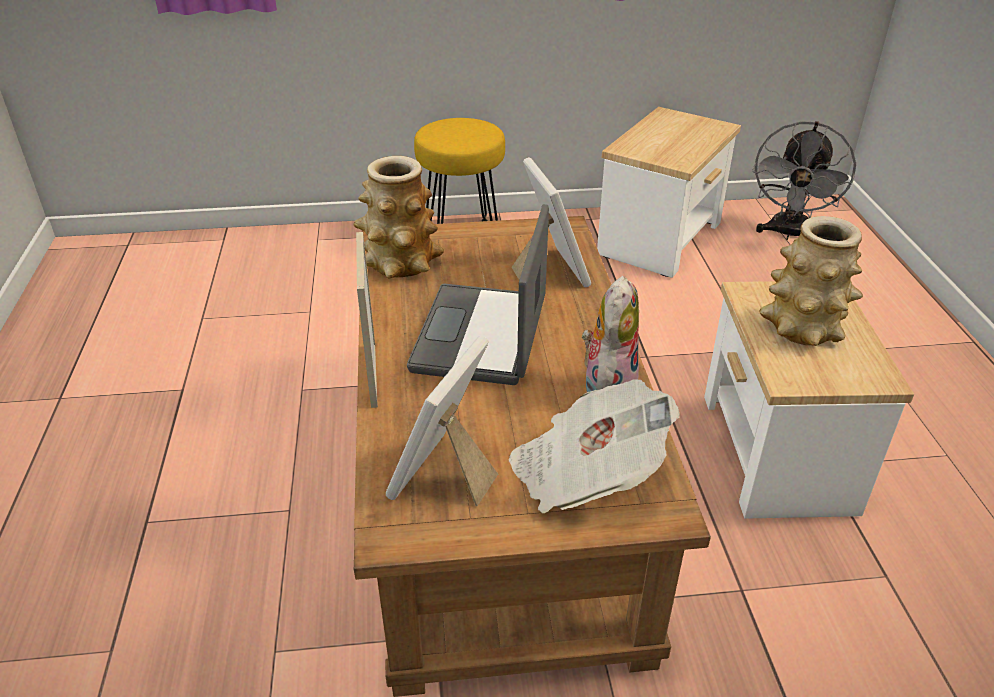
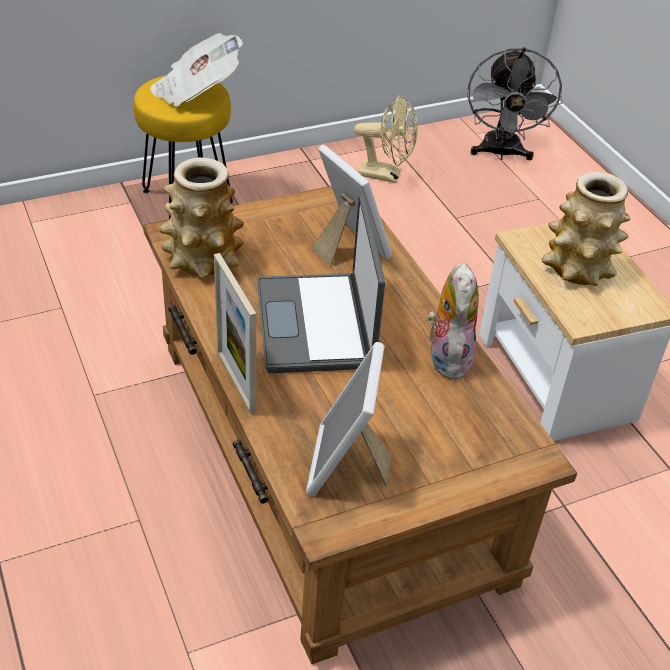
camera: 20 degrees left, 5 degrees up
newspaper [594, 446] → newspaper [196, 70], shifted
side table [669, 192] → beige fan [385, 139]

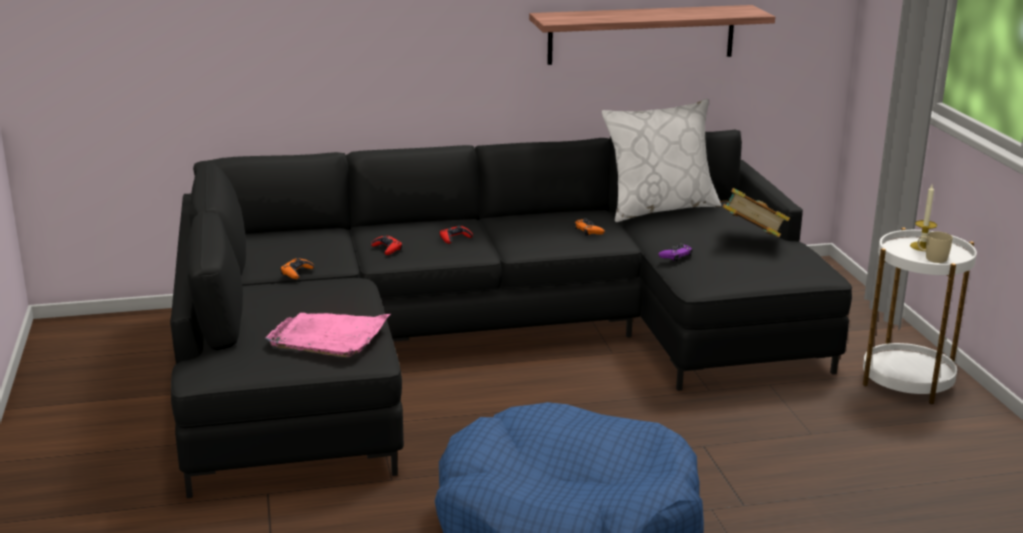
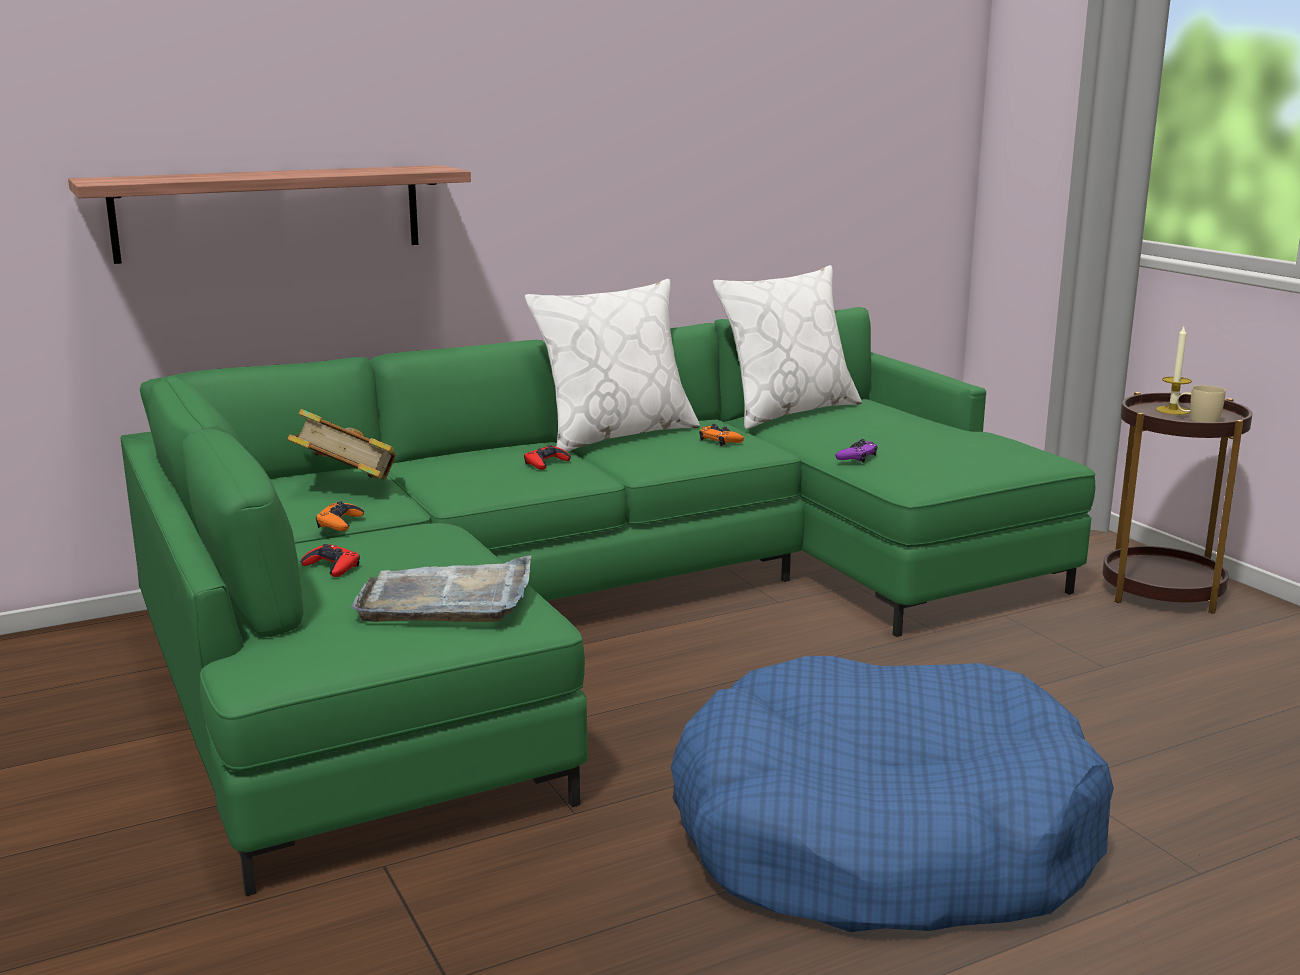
camera: 15 degrees left, 5 degrees down
shelf [652, 35] → shelf [269, 214], shifted
black sofa [511, 314] → green sofa [608, 601]
book [755, 212] → book [342, 444], shifted
red game controller [386, 245] → red game controller [330, 560], shifted
pink tray [328, 335] → grey tray [441, 588]
- → white pillow [612, 365]
white side table [920, 316] → brown side table [1177, 503]

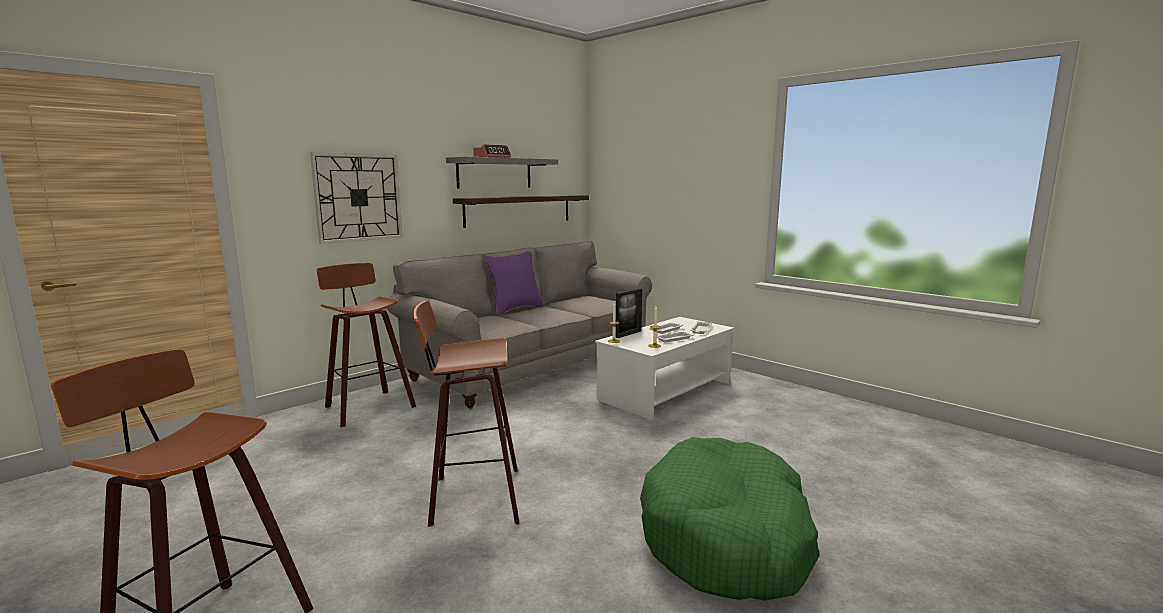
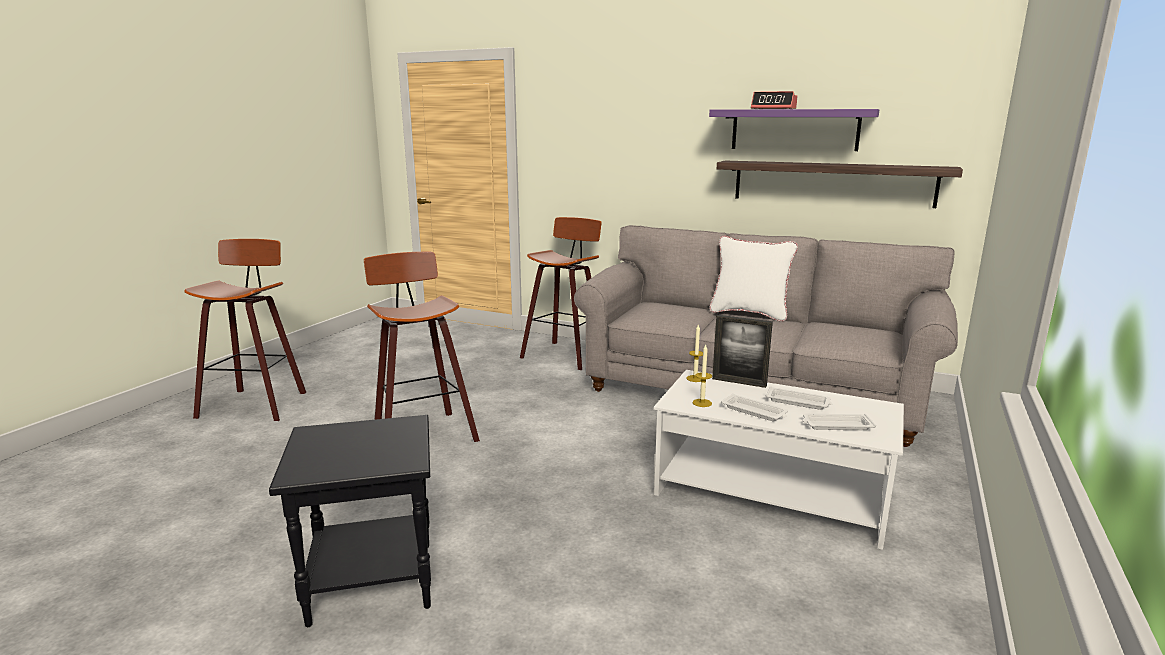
camera: 70 degrees right, 5 degrees up
green dog bed [729, 519] → black side table [350, 521]
grey shelf [502, 172] → purple shelf [794, 130]
purple pillow [513, 283] → white pillow [753, 278]
wall clock [356, 198] → -

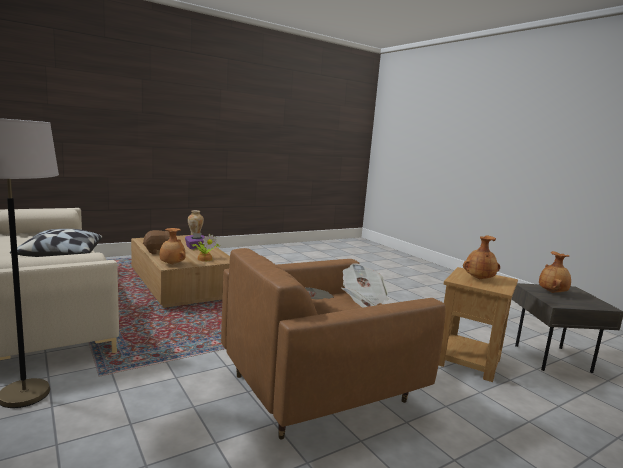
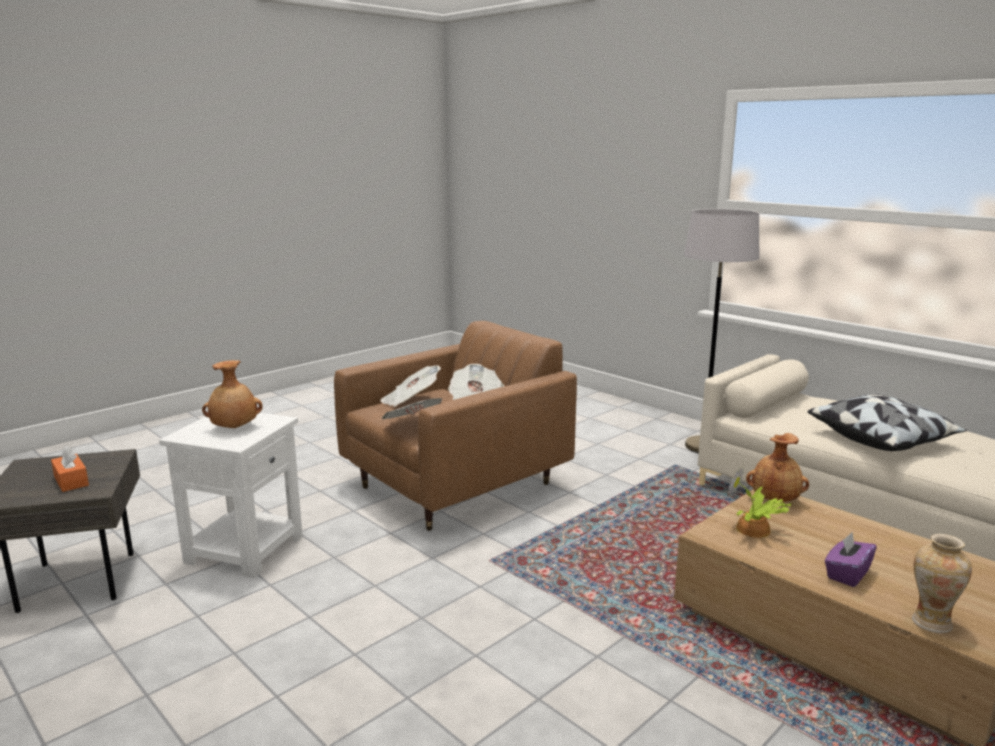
camera: 170 degrees right, 5 degrees up
brown vase [555, 272] → orange tissue box [70, 469]
brown side table [478, 324] → white side table [231, 495]
brown plush toy [156, 242] → -

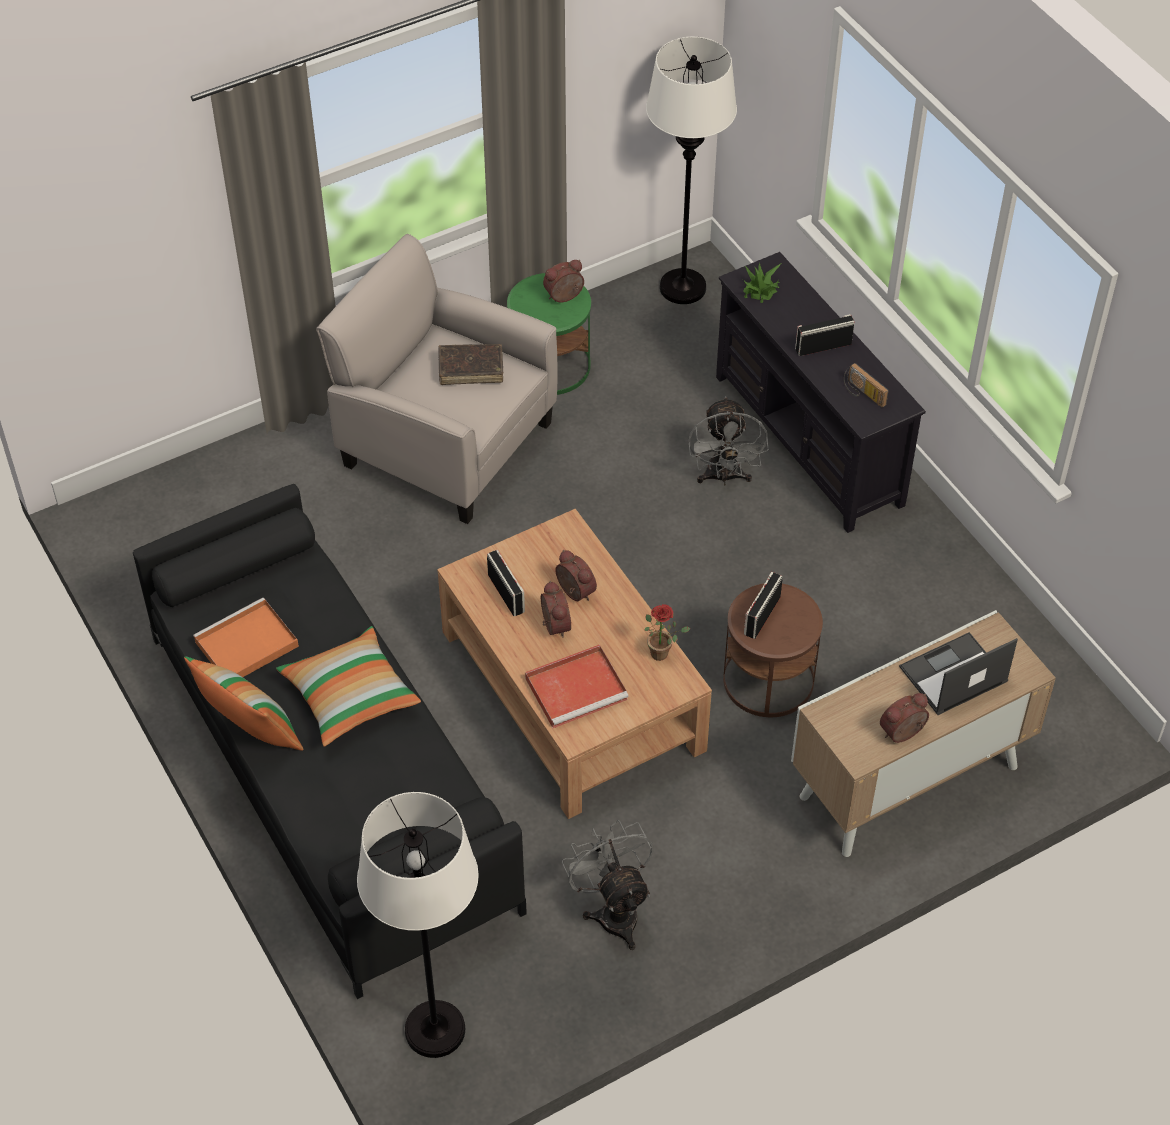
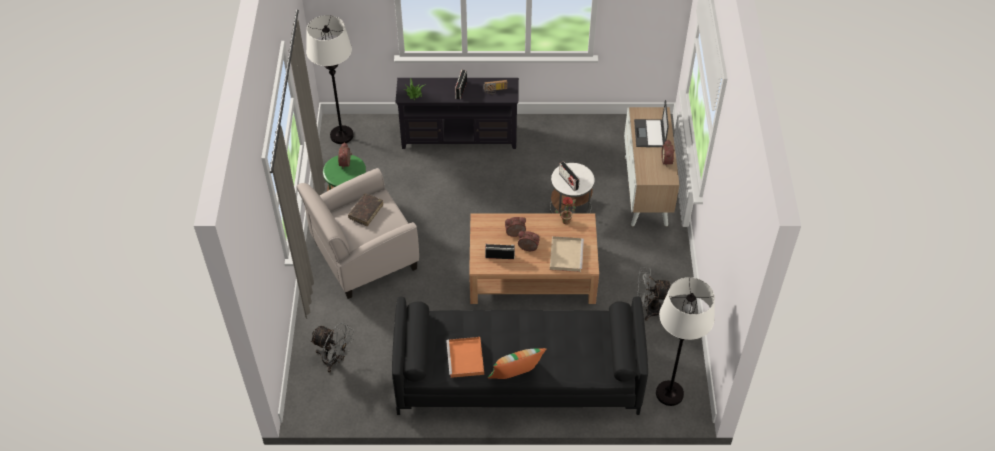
camera: 60 degrees left, 0 degrees up
grey fan [728, 440] → grey fan [332, 347], shifted
brown side table [773, 650] → white side table [572, 188]
red tray [577, 686] → beige tray [567, 254]
pillow [348, 686] → -

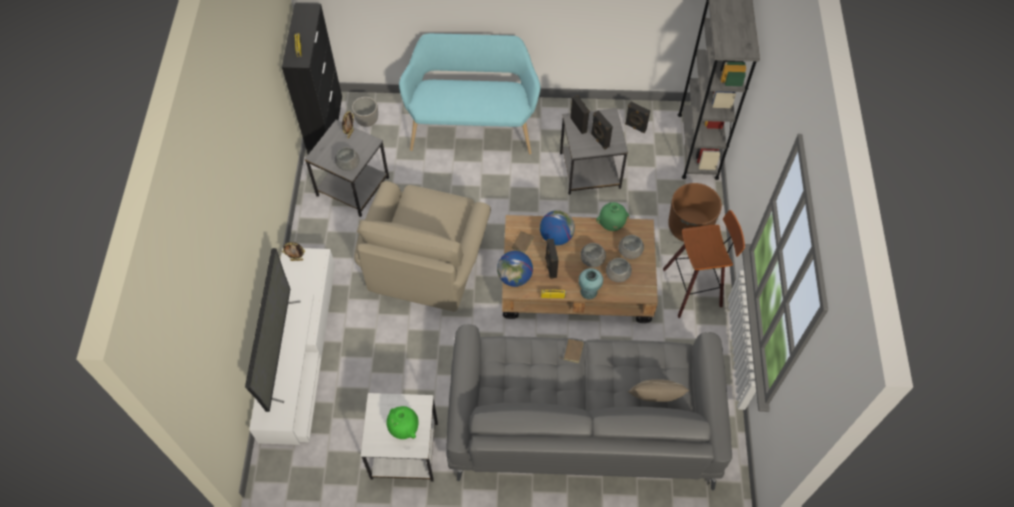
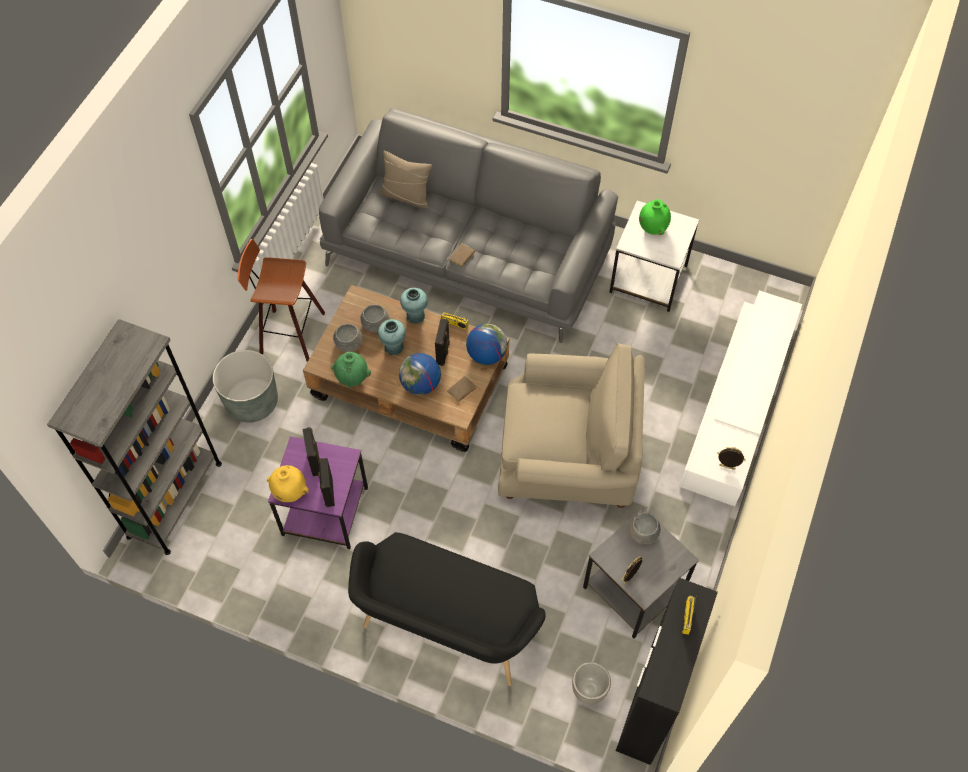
camera: 160 degrees left, 0 degrees up
brown planter [695, 212] → grey planter [245, 386]
- → yellow vase [288, 483]
grey side table [594, 151] → purple side table [318, 492]
turquoise bench [469, 93] → black bench [447, 609]
grey bowl [593, 255] → turquoise vase [392, 337]
beige armchair [422, 246] → beige armchair [571, 425], 60 degrees clockwise
television [273, 330] → -
black speaker [637, 117] → -

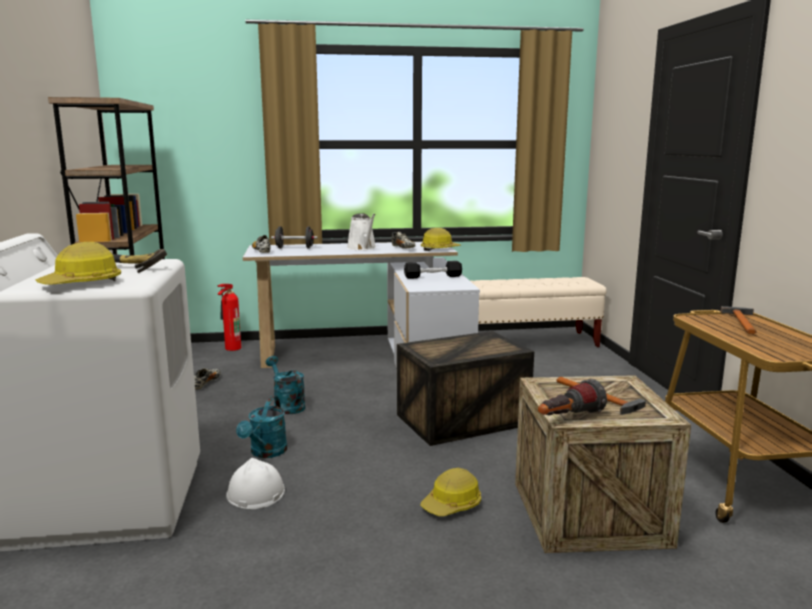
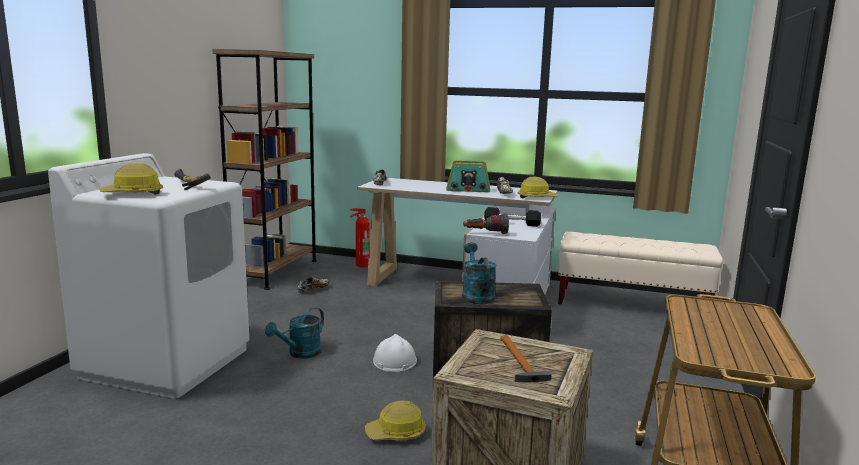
camera: 25 degrees right, 0 degrees up
white hard hat [255, 483] → white hard hat [395, 353], shifted
white watering can [361, 231] → radio [468, 176]
turquoise watering can [286, 385] → turquoise watering can [479, 273], shifted
flashlight [572, 397] → flashlight [486, 223], shifted
black dumbbell [294, 238] → -
hammer [739, 320] → -

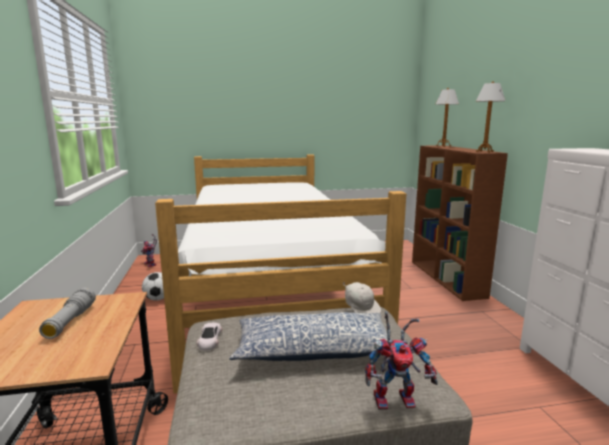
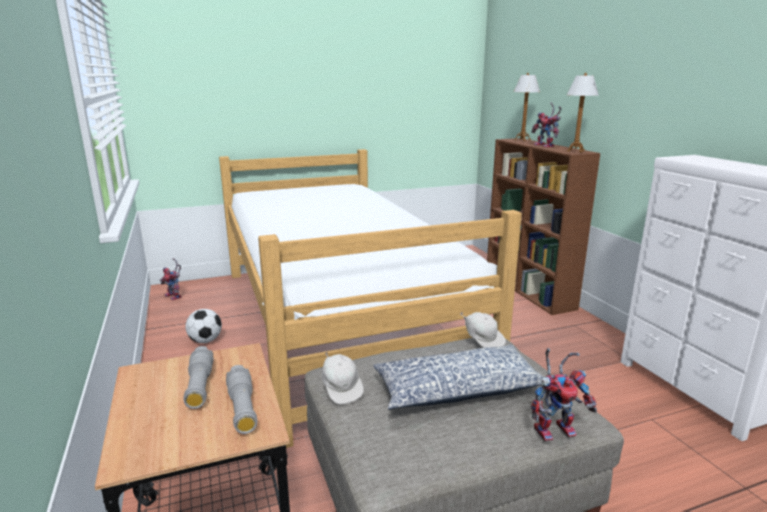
camera: 10 degrees left, 5 degrees up
- → grey flashlight [241, 399]
white toy car [209, 337] → white cap [343, 378]
- → toy robot [546, 125]

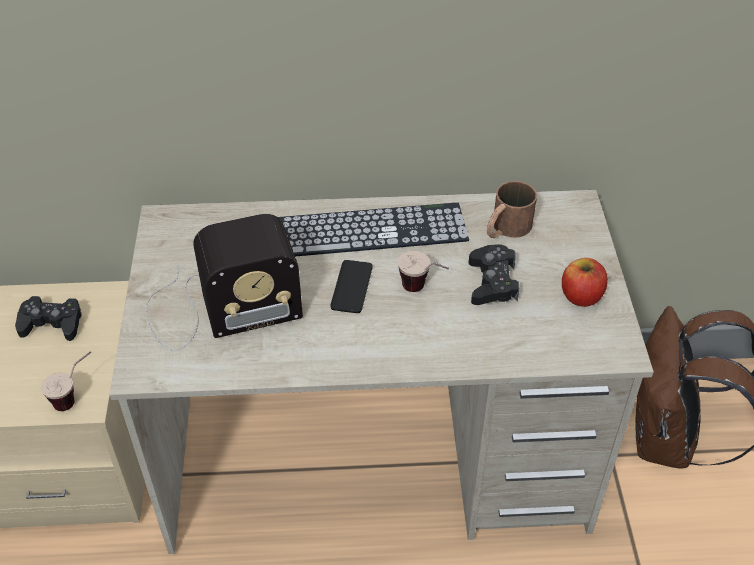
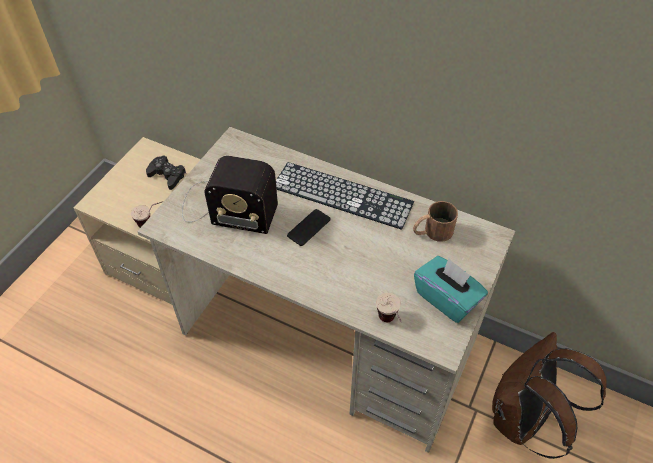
camera: 30 degrees right, 5 degrees up
cup [423, 271] → cup [389, 307], shifted
apple [585, 282] → turquoise tissue box [451, 289]
black game controller [494, 274] → -

